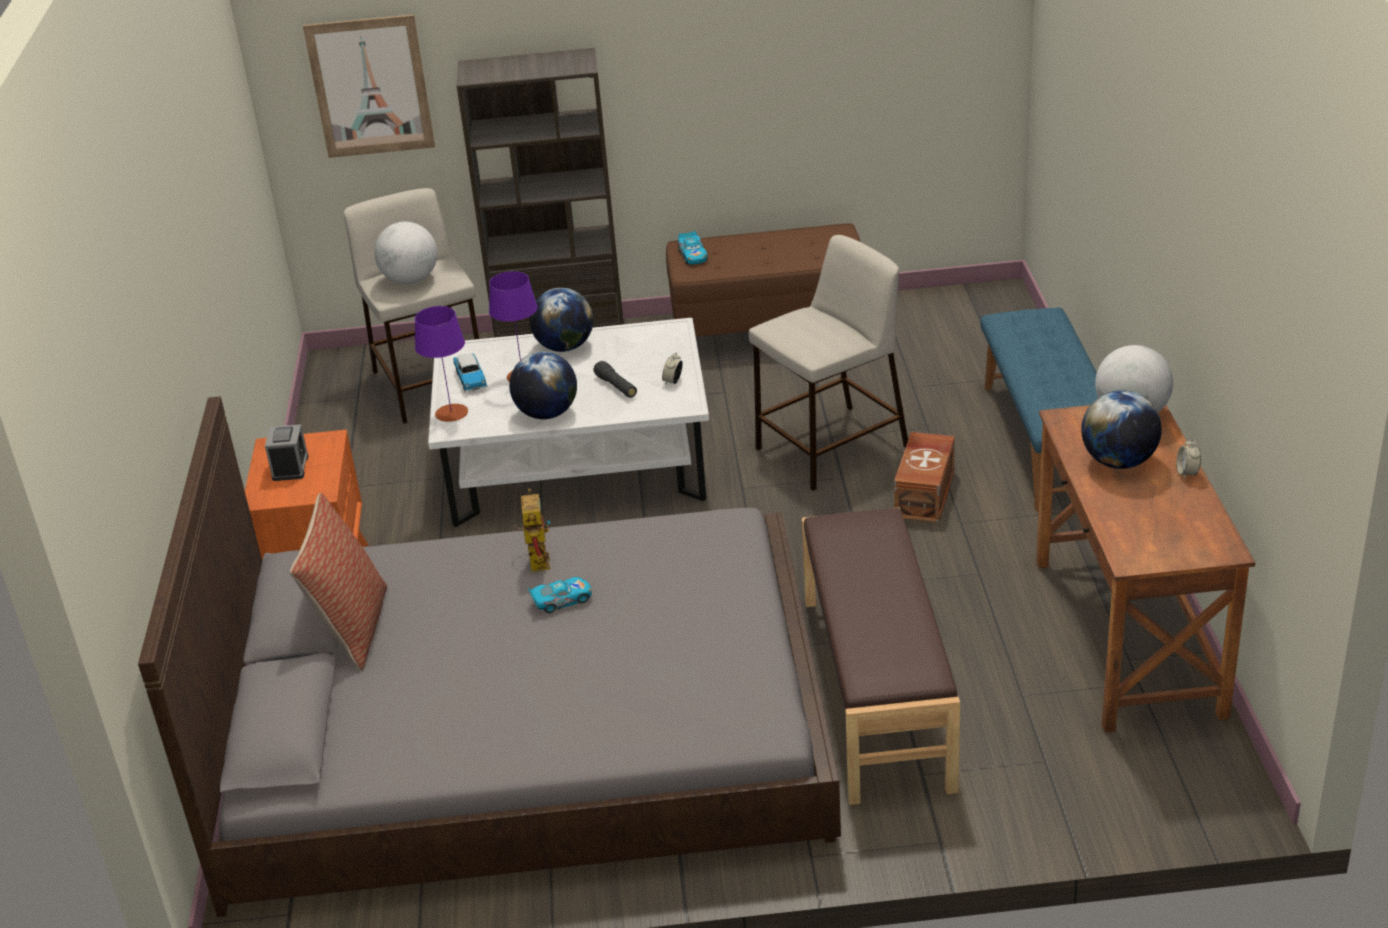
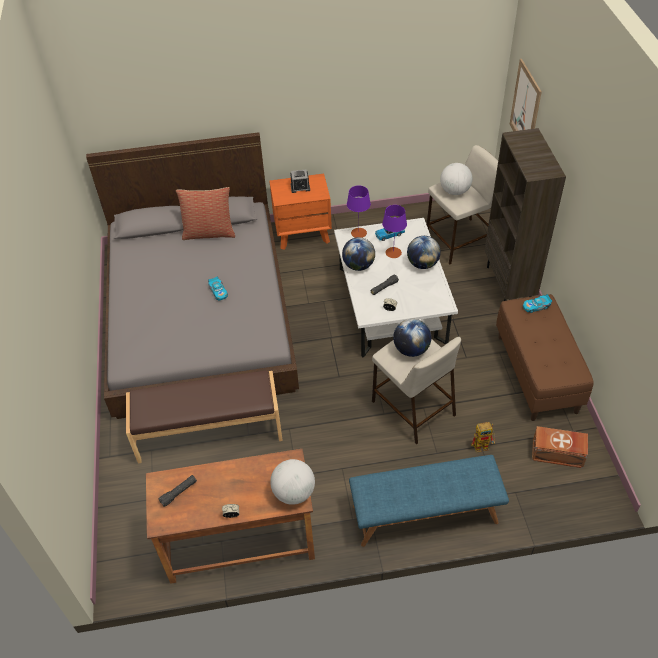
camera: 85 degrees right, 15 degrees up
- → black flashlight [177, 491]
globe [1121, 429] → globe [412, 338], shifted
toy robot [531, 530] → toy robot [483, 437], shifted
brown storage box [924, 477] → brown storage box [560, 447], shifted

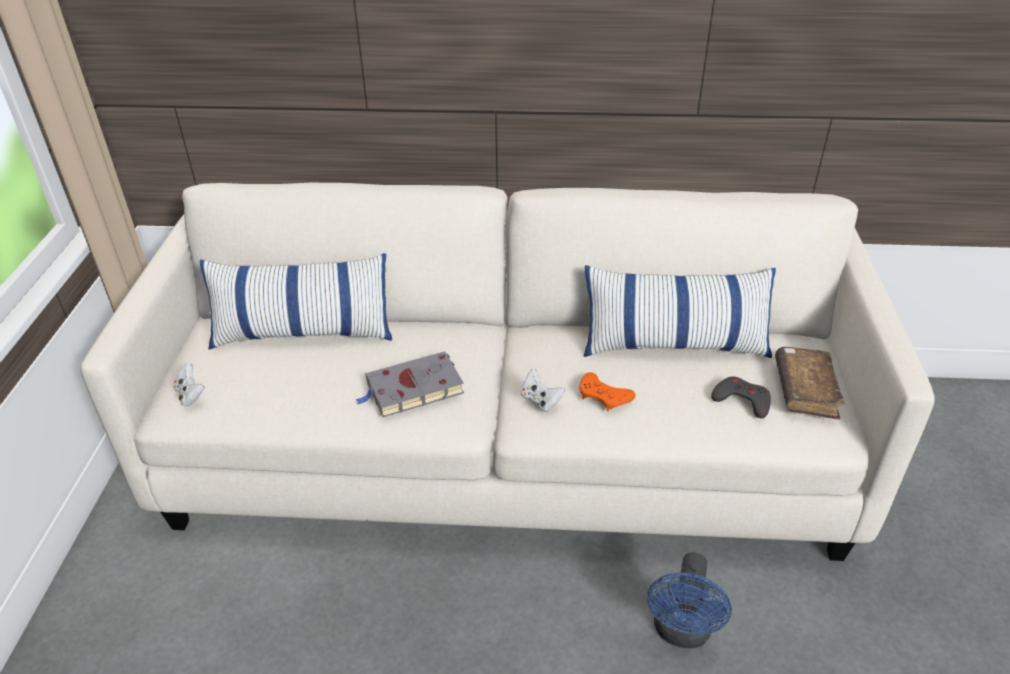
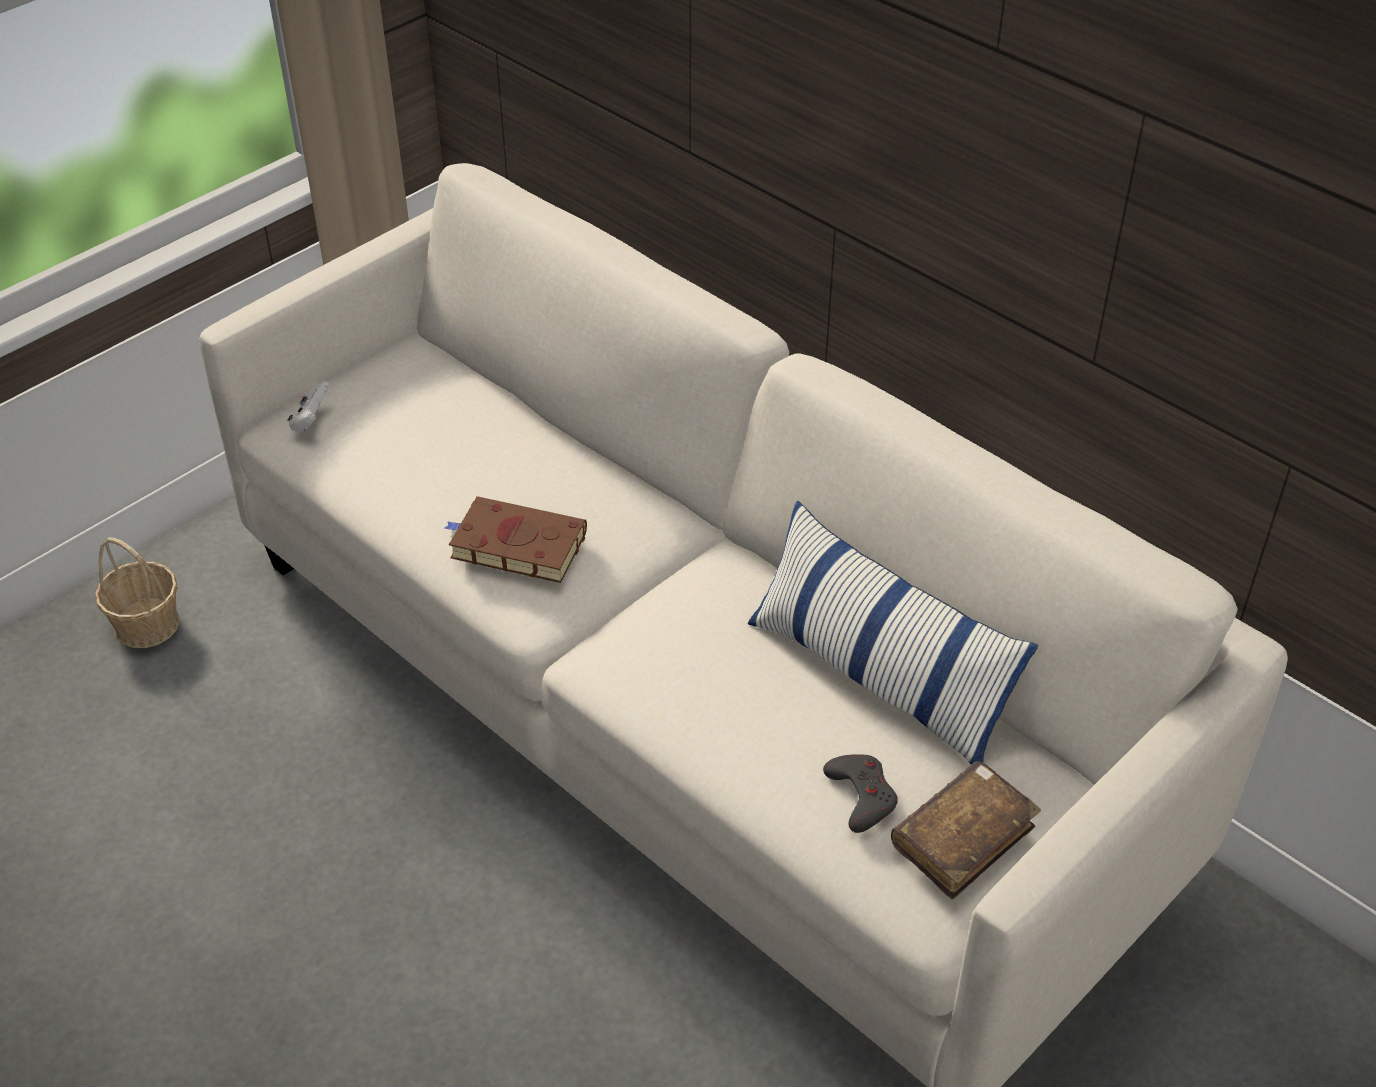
camera: 40 degrees right, 5 degrees up
- → basket [137, 592]
grey book [410, 384] → brown book [516, 539]
pillow [296, 301] → -
white game controller [543, 390] → -
orange game controller [607, 391] → -
blue fan [689, 600] → -

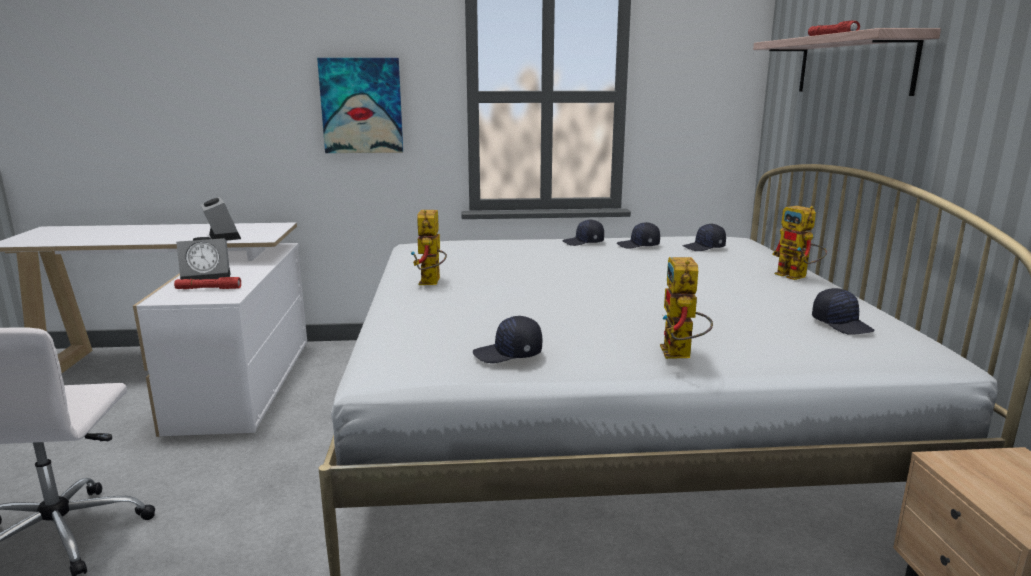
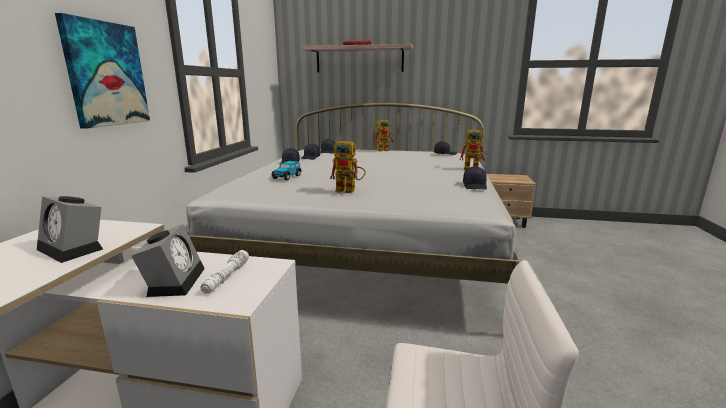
camera: 75 degrees left, 0 degrees up
alarm clock [221, 219] → alarm clock [70, 229], 135 degrees counterclockwise
red flashlight [207, 283] → white flashlight [224, 272]
- → toy car [286, 170]

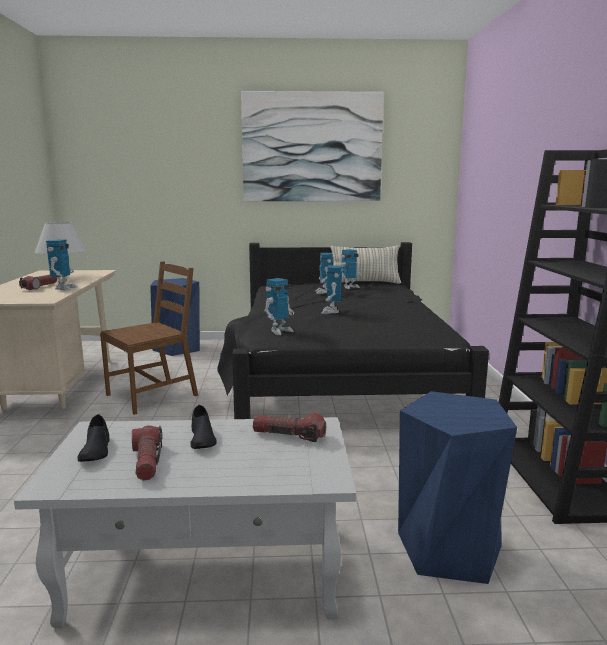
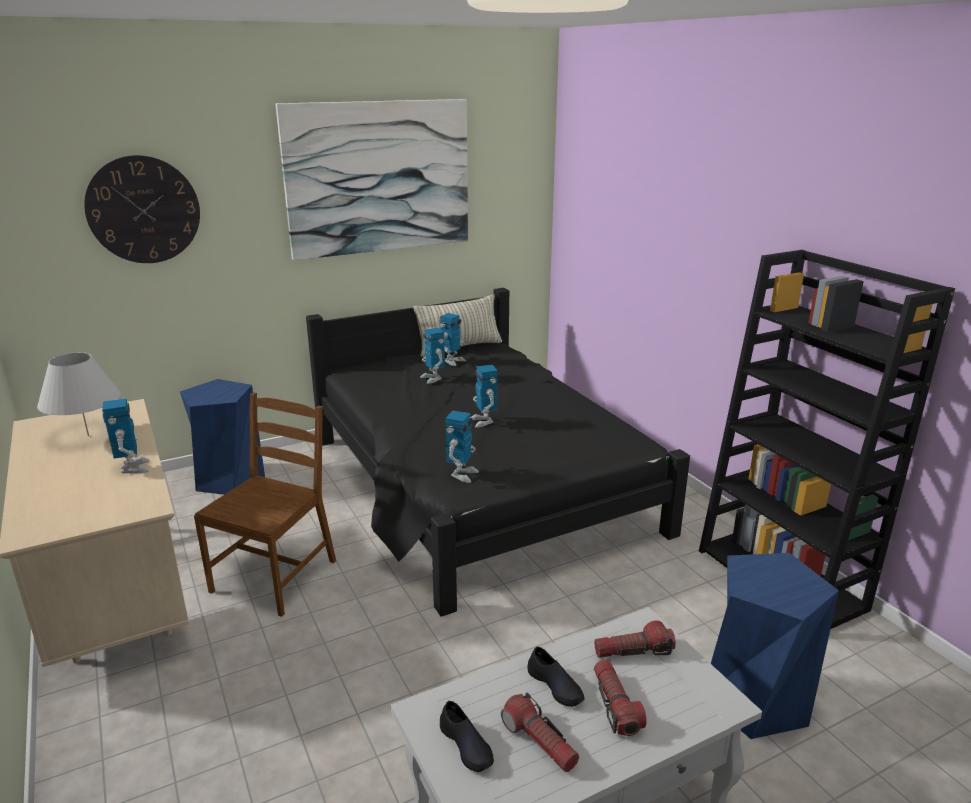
camera: 25 degrees left, 10 degrees up
- → wall clock [142, 209]
flashlight [38, 282] → flashlight [620, 698], shifted

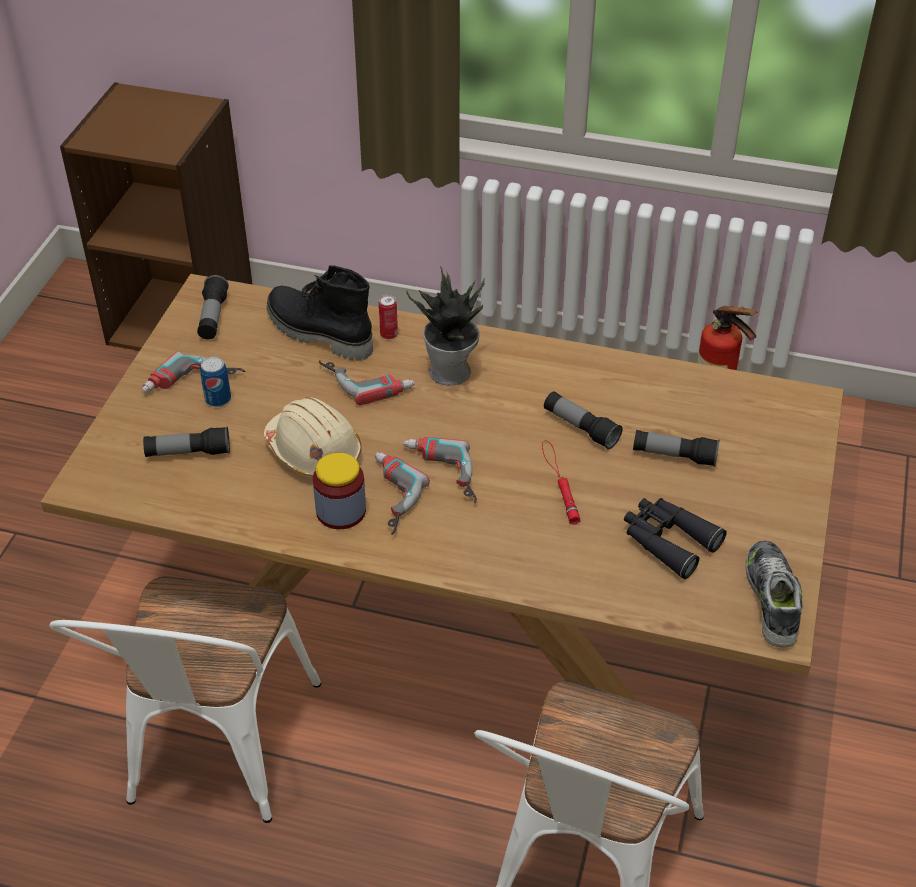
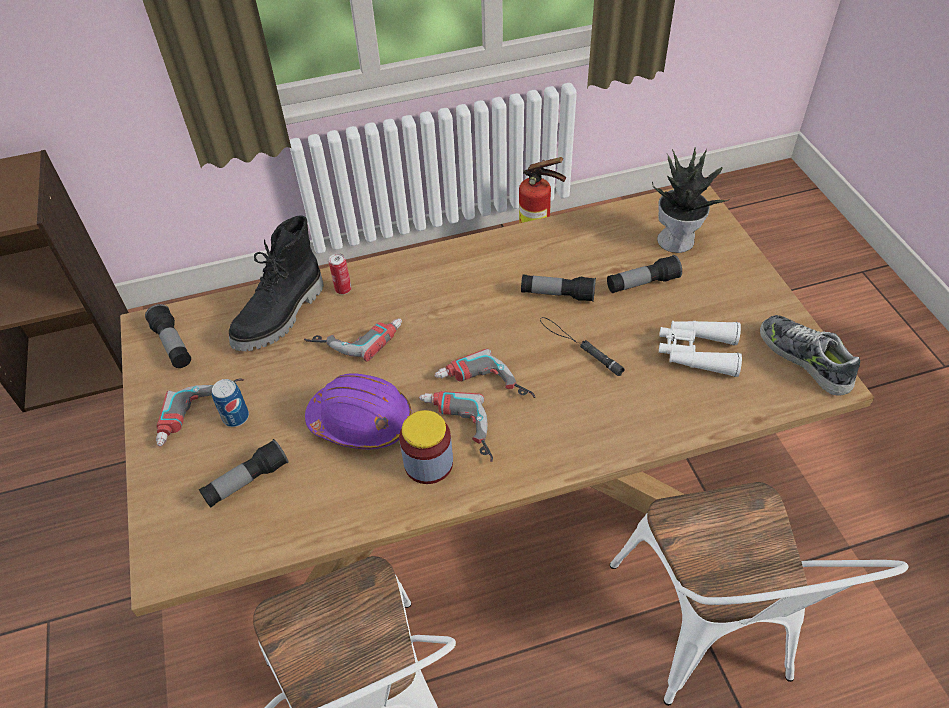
camera: 30 degrees left, 5 degrees up
black boot [320, 313] → black boot [276, 283], 60 degrees counterclockwise
beige hard hat [313, 437] → purple hard hat [358, 411]
red flashlight [561, 482] → black flashlight [582, 346]
potted plant [446, 325] → potted plant [691, 200], shifted
black binoculars [675, 538] → white binoculars [700, 349]

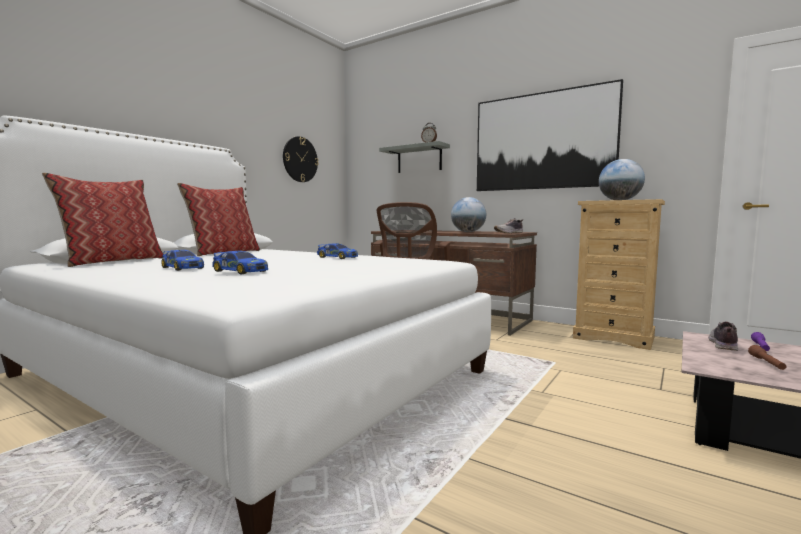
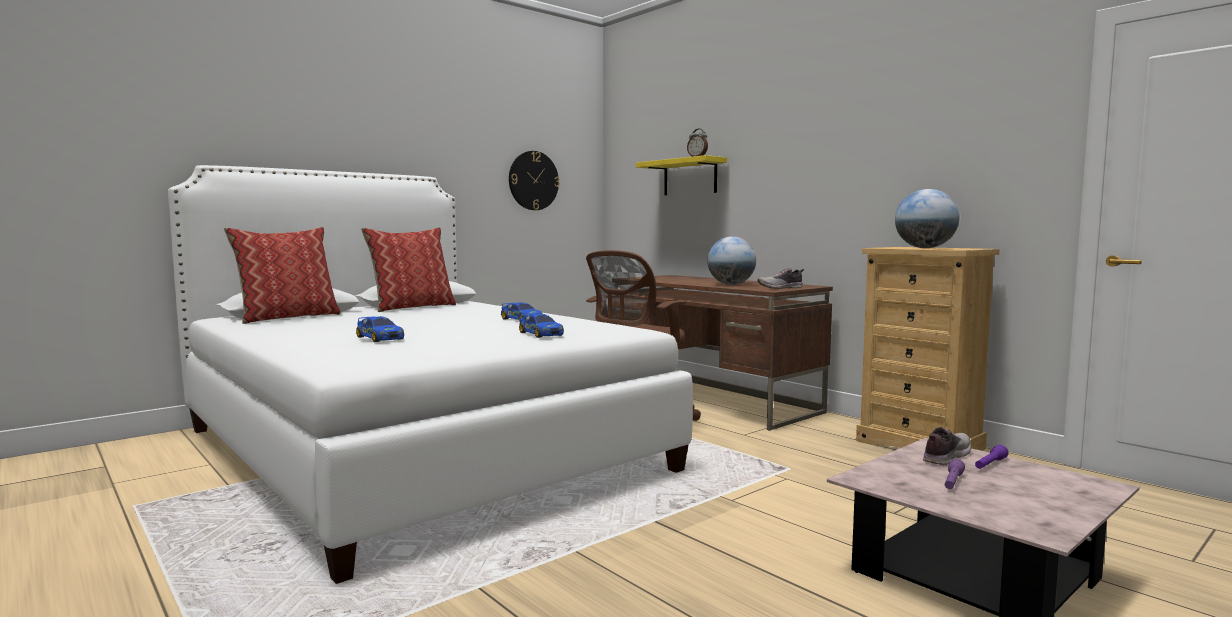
camera: 15 degrees right, 0 degrees up
toy car [182, 260] → toy car [541, 326], shifted
grey shelf [414, 157] → yellow shelf [681, 175]
brown flashlight [767, 357] → purple flashlight [955, 474]
picture [550, 135] → -

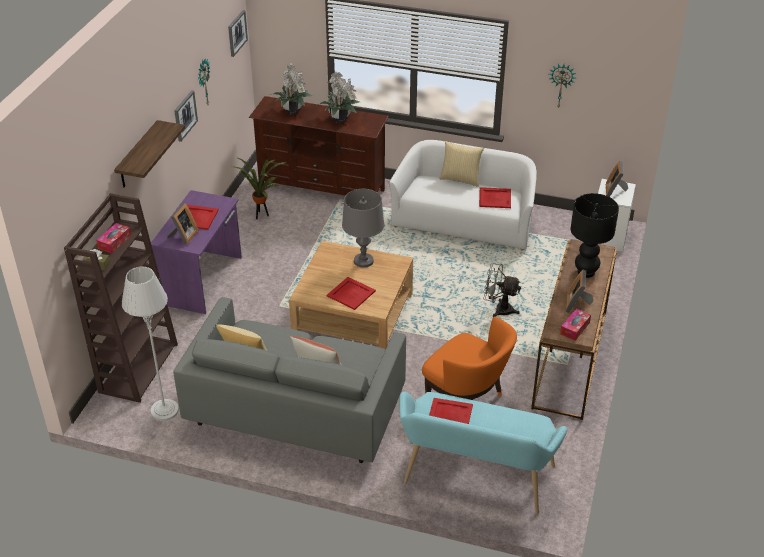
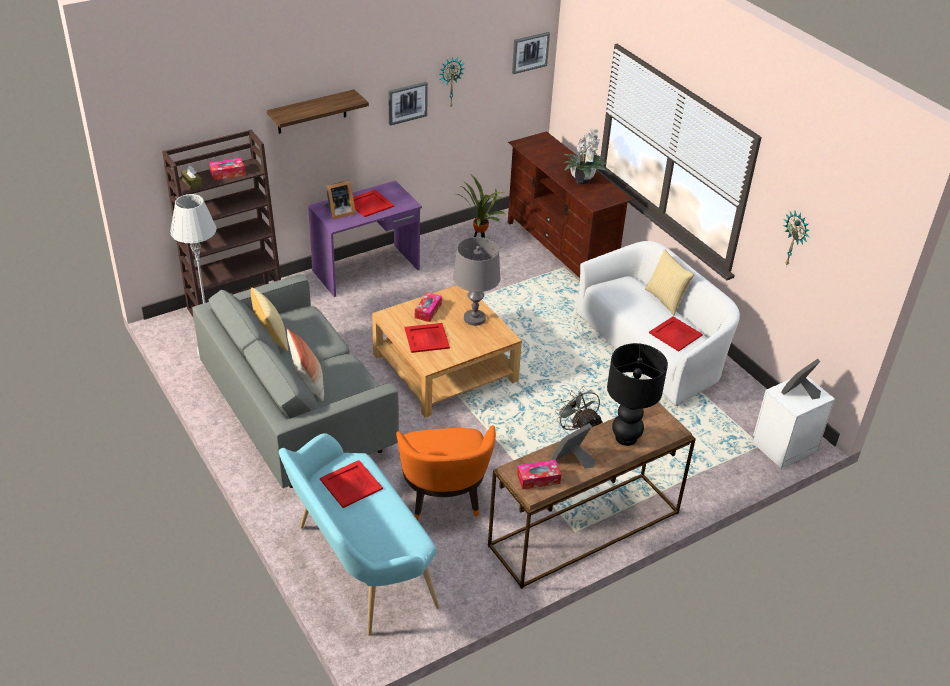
camera: 40 degrees right, 0 degrees up
- → tissue box [428, 307]
potted plant [291, 89] → -

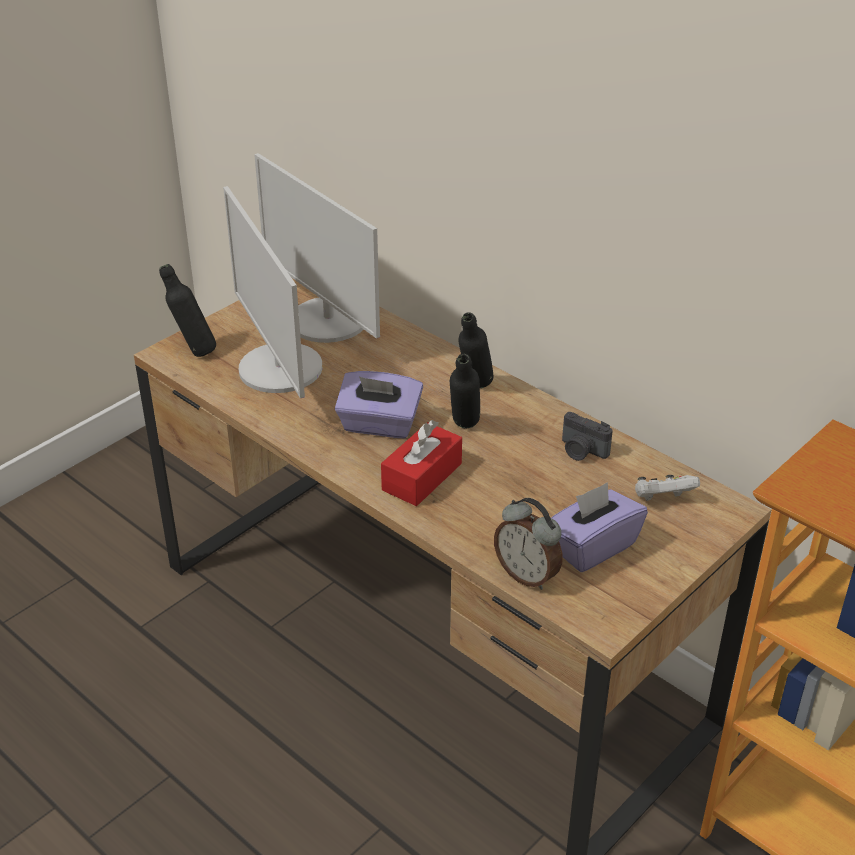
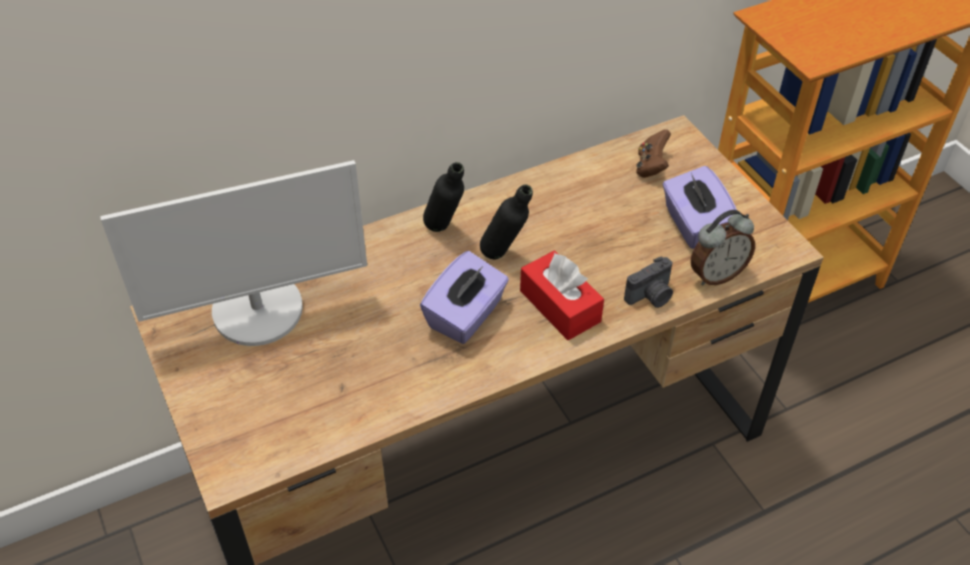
camera: 70 degrees left, 10 degrees up
photo camera [587, 436] → photo camera [648, 282], shifted
white game controller [667, 488] → brown game controller [653, 153]
black bottle [187, 310] → -
monitor [272, 292] → -

